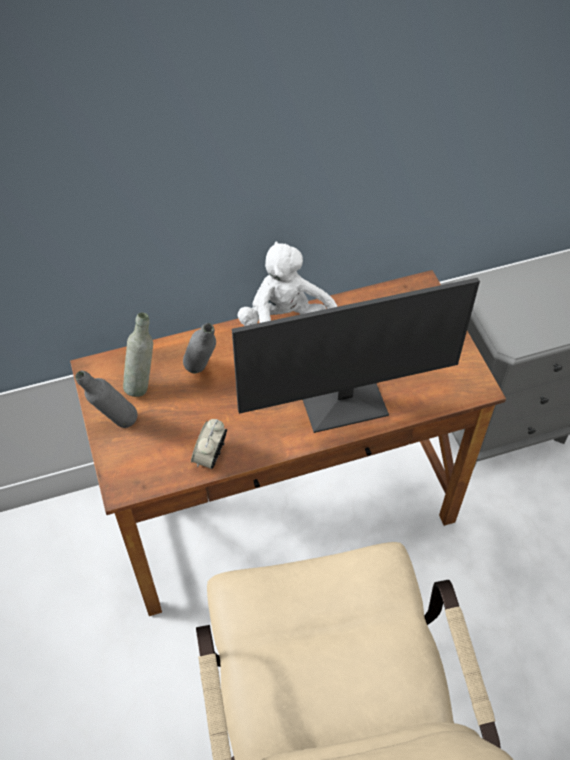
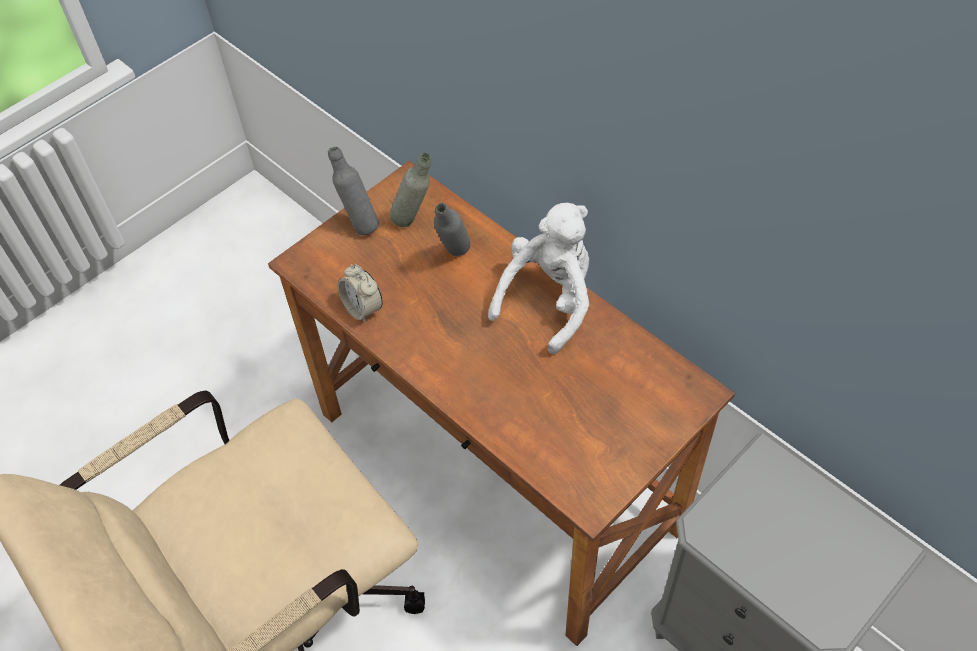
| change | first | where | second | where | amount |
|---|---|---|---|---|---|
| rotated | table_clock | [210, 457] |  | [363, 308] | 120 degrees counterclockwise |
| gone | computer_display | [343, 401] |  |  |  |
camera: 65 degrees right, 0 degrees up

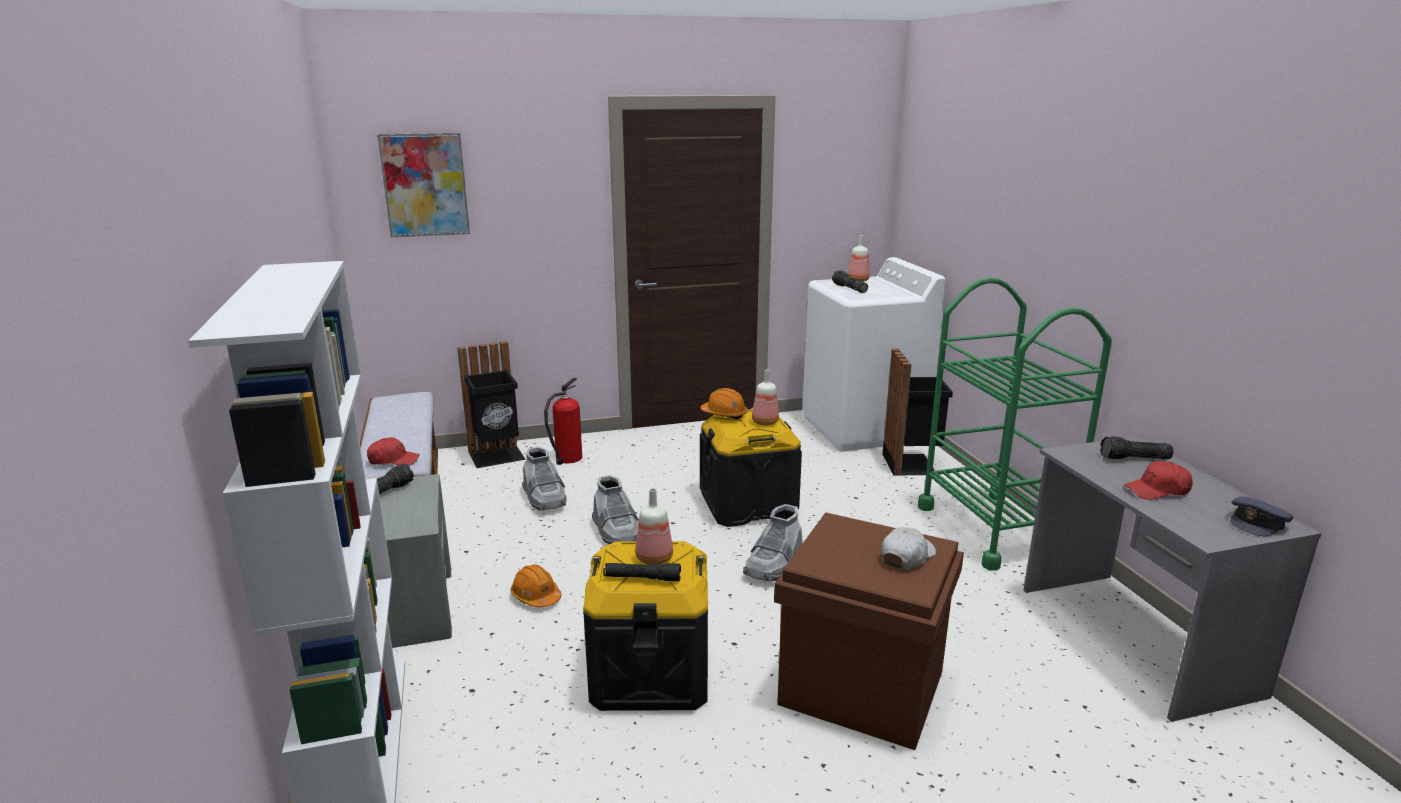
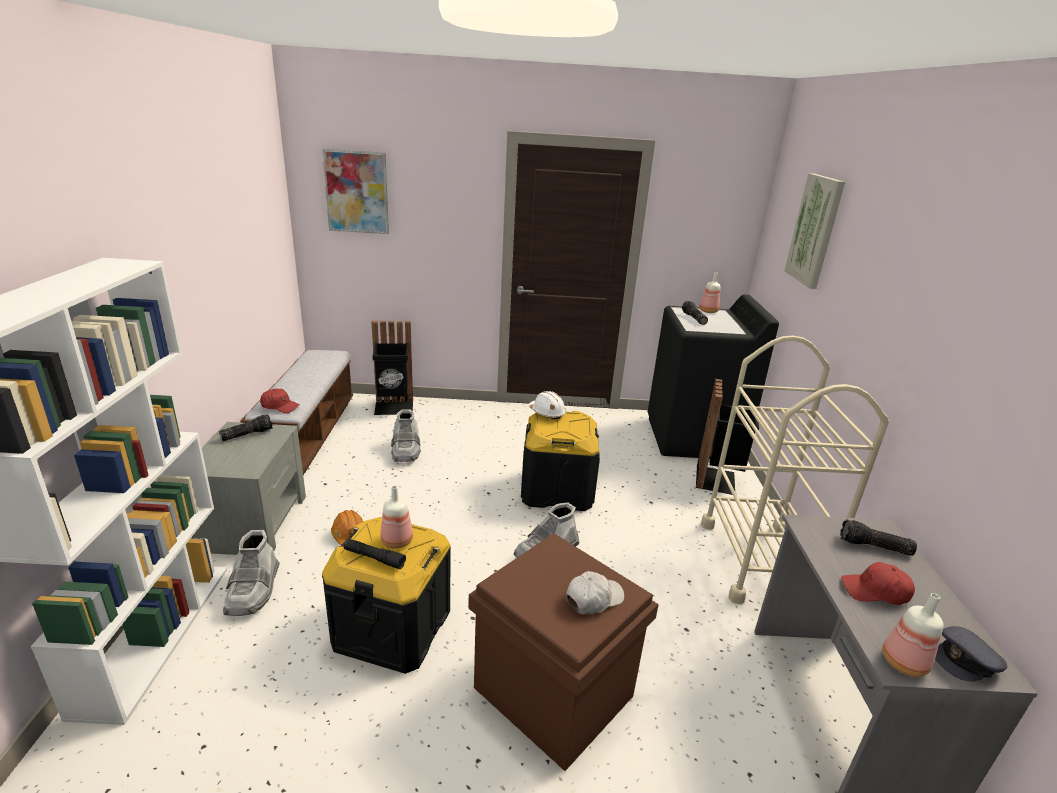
| change | first | where | second | where | amount |
|---|---|---|---|---|---|
| gone | fire_extinguisher | [567, 459] |  |  |  |
| shifted | greyish_high-top_boot | [616, 532] |  | [254, 591] |  |
| repainted | orange-coloured_work_helmet | [724, 414] | whitish_work_helmet | [547, 412] |  |
| shifted | drink_bottle | [764, 422] |  | [902, 663] |  |
| repainted | whitish_laundry_machine | [864, 429] | blackish_laundry_machine | [693, 438] |  |
| repainted | green_cart | [994, 529] | beige_cart | [759, 561] |  |
| new |  |  | wall_picture | [815, 230] |  |
camera: 15 degrees right, 5 degrees up

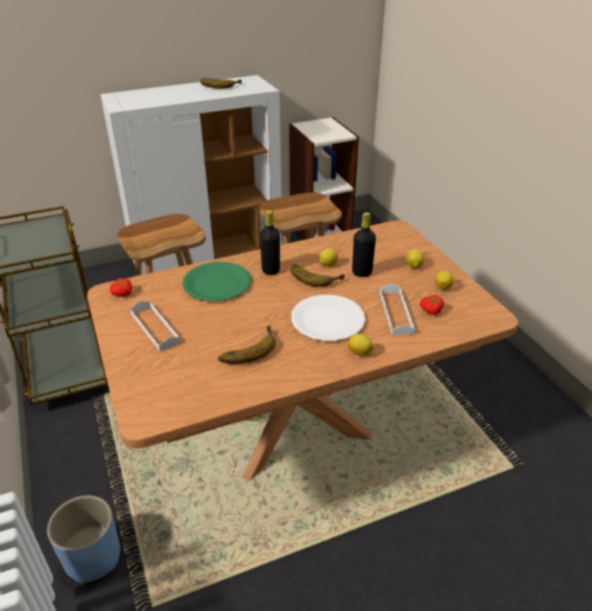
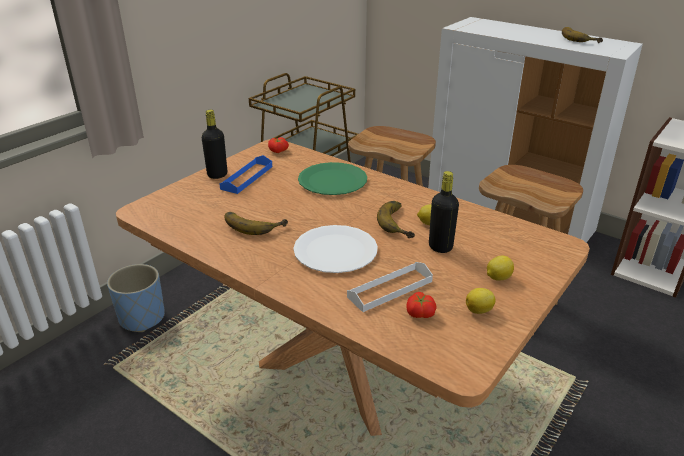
| change | first | where | second | where | amount |
|---|---|---|---|---|---|
| repainted | whitish_serving_tray | [155, 328] | blue-coloured_serving_tray | [247, 177] |  |
| shifted | blackish_drink_bottle | [270, 270] |  | [217, 175] |  |
| gone | whole_lemon | [360, 353] |  |  |  |
camera: 60 degrees right, 5 degrees down

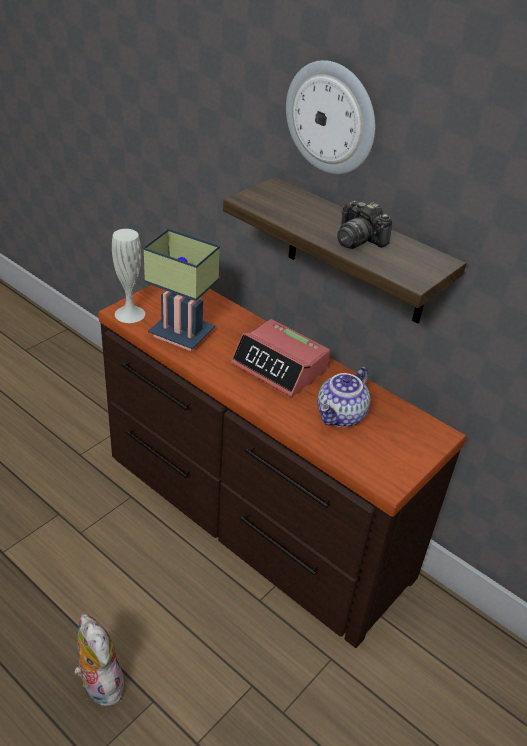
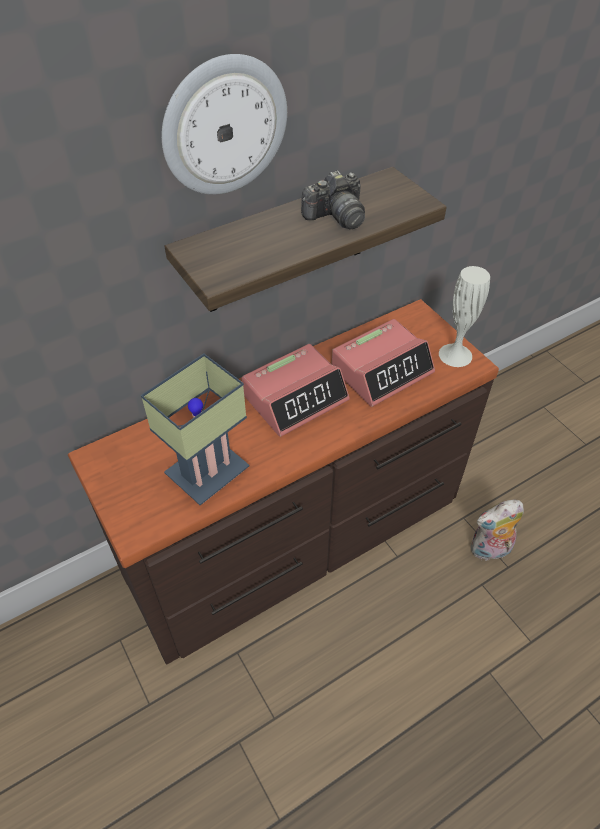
| change | first | where | second | where | amount |
|---|---|---|---|---|---|
| shifted | cuddly_toy | [99, 683] |  | [490, 550] |  |
| shifted | whitish_flower_vase | [130, 314] |  | [455, 355] |  |
| swapped | teapot | [341, 416] | table_clock | [382, 370] |  |
camera: 70 degrees left, 10 degrees up

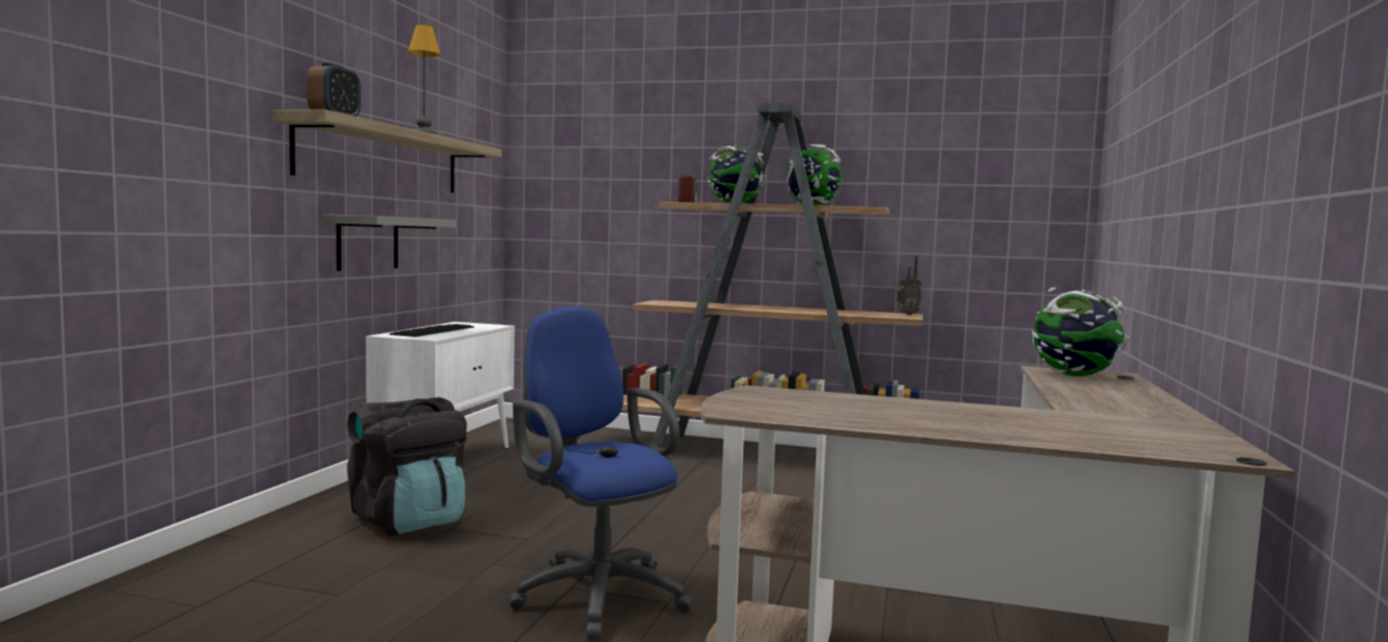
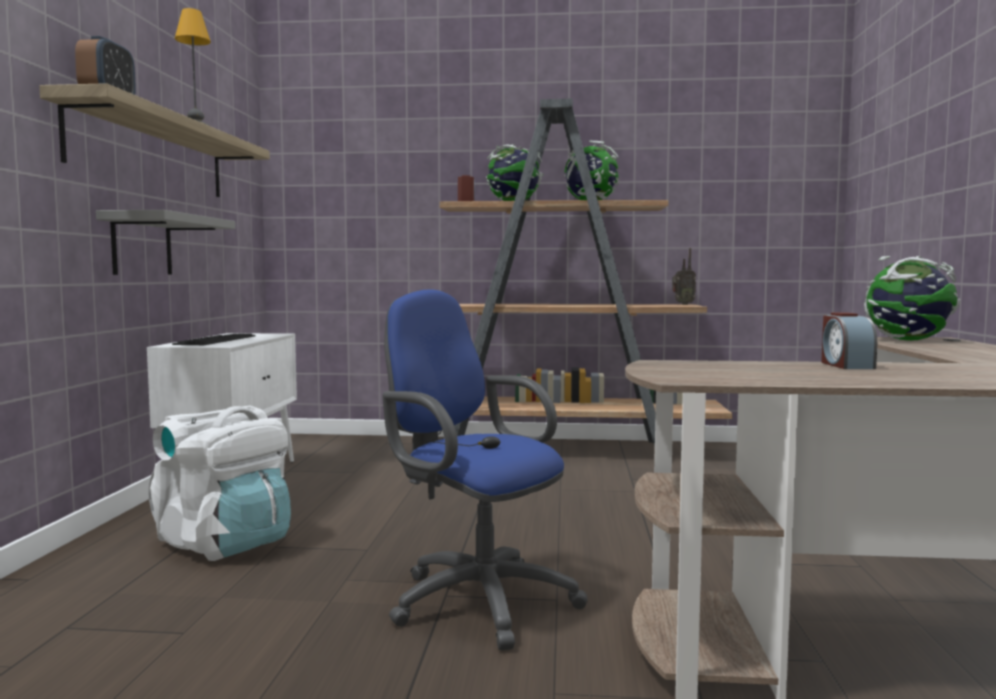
| change | first | where | second | where | amount |
|---|---|---|---|---|---|
| repainted | blackish_rucksack | [408, 521] | whitish_rucksack | [225, 544] |  |
| new |  |  | table_clock | [846, 365] |  |
camera: 10 degrees left, 0 degrees up

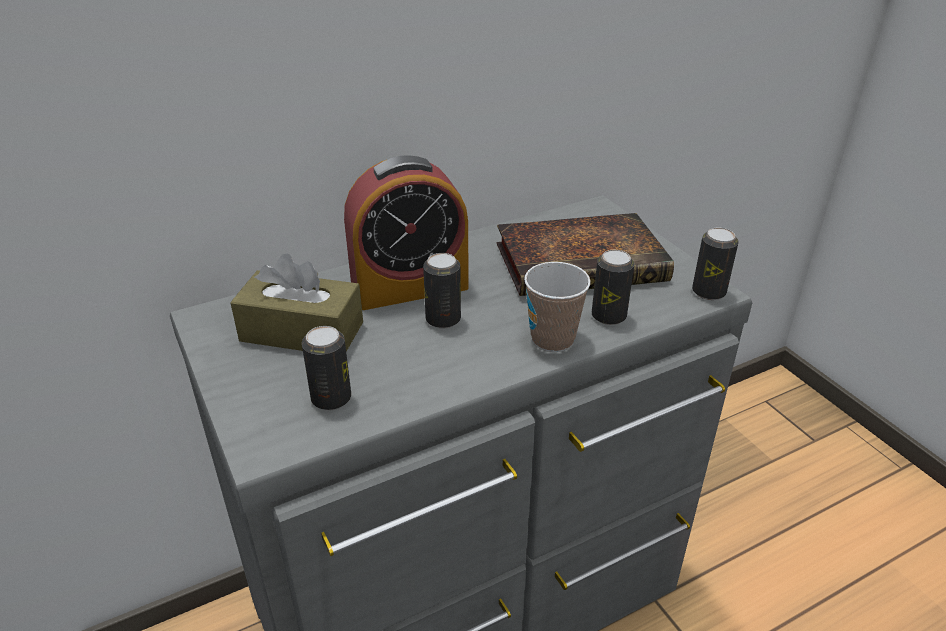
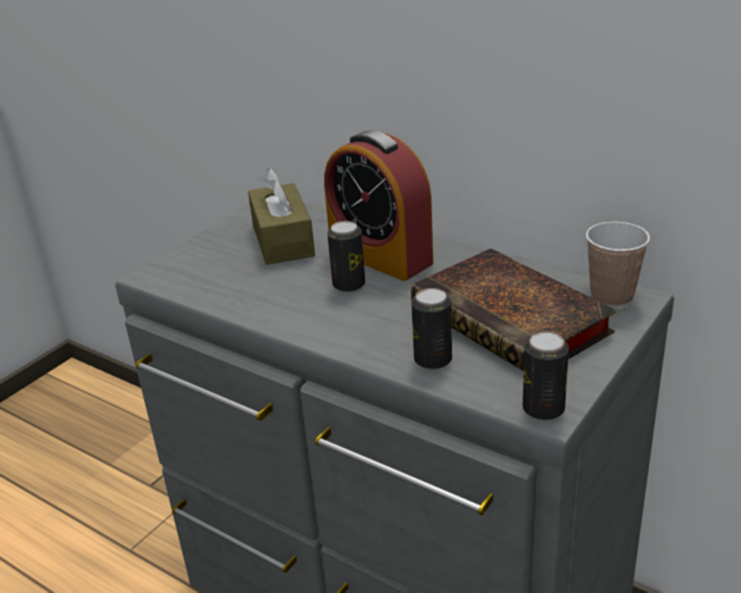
| change | first | where | second | where | amount |
|---|---|---|---|---|---|
| gone | can | [331, 398] |  |  |  |
| shifted | drinking_cup | [552, 339] |  | [612, 296] |  |
camera: 65 degrees right, 5 degrees down

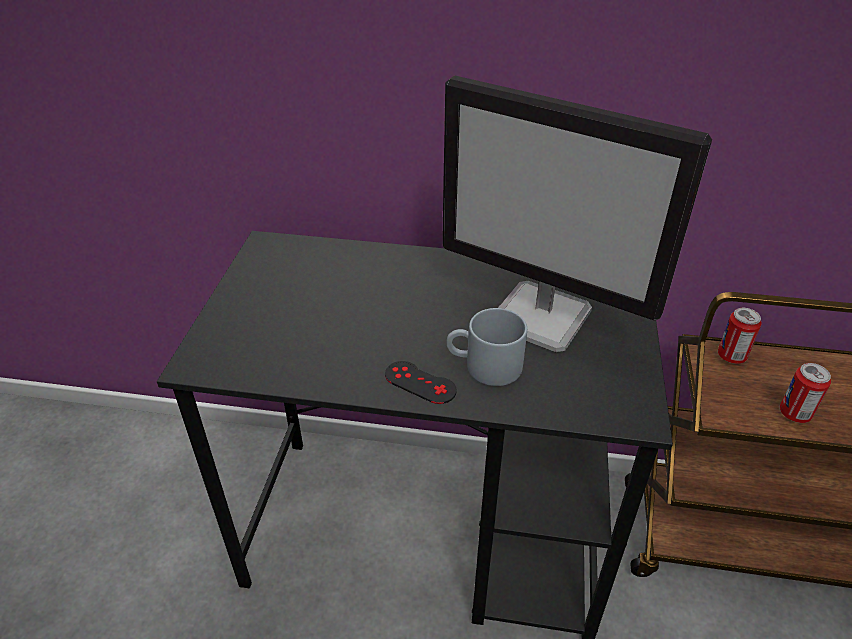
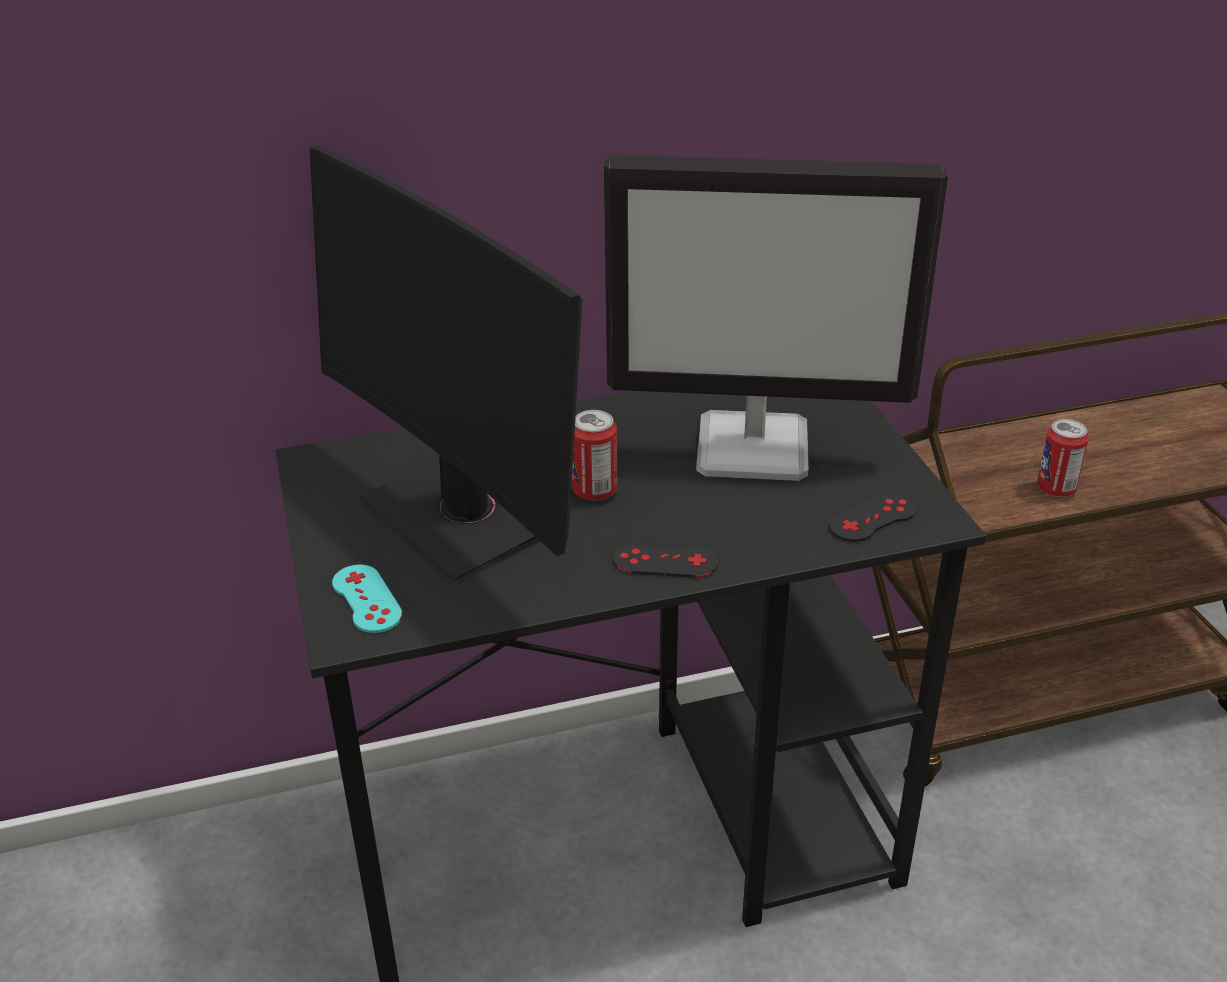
| change | first | where | second | where | amount |
|---|---|---|---|---|---|
| gone | greyish_tea_mug | [484, 366] |  |  |  |
| shifted | can | [731, 356] |  | [595, 491] |  |
| new |  |  | computer_display | [463, 514] |  |
| new |  |  | turquoise-coloured_game_controller | [366, 599] |  |
| new |  |  | blackish_game_controller | [873, 518] |  |
camera: 25 degrees left, 5 degrees down

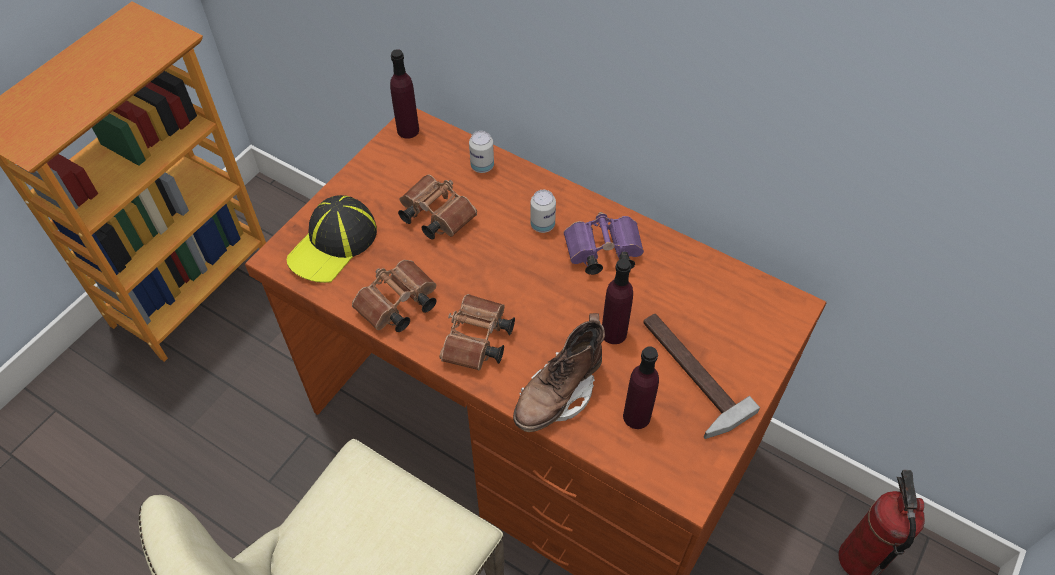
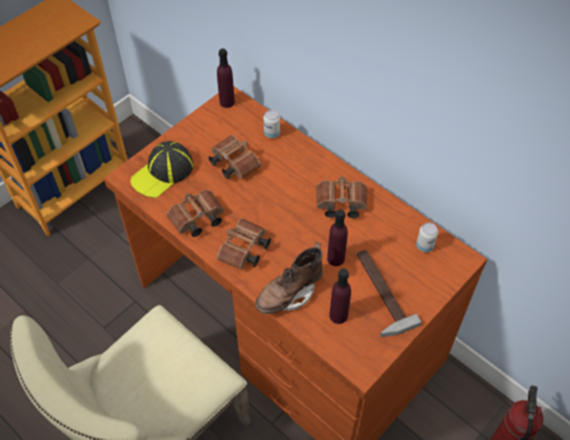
| change | first | where | second | where | amount |
|---|---|---|---|---|---|
| shifted | can | [542, 225] |  | [424, 246] |  |
| repainted | purple_pair_of_binoculars | [601, 253] | brown_pair_of_binoculars | [339, 204] |  |
camera: 10 degrees right, 0 degrees up

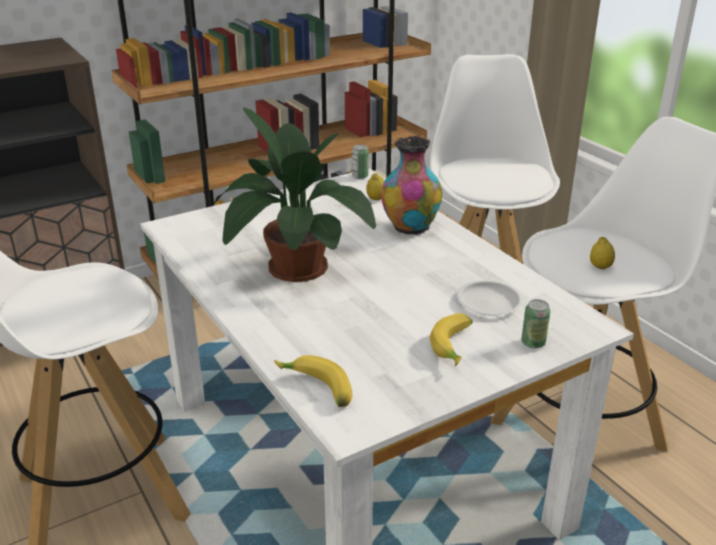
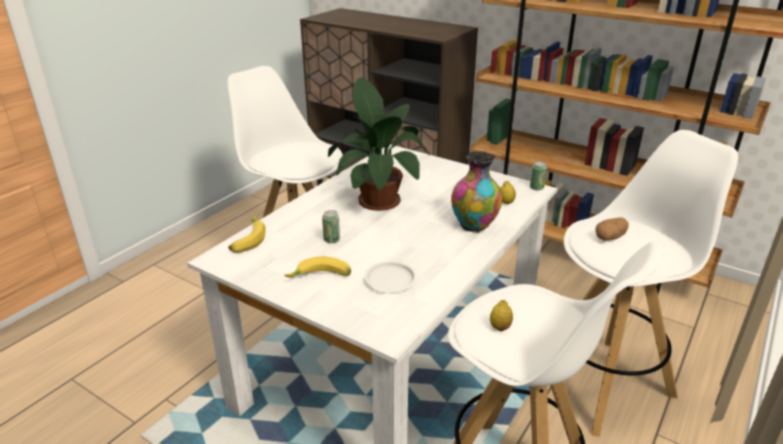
| change | first | where | second | where | amount |
|---|---|---|---|---|---|
| shifted | can | [533, 343] |  | [331, 240] |  |
| new |  |  | spud | [610, 237] |  |
camera: 65 degrees right, 0 degrees up

